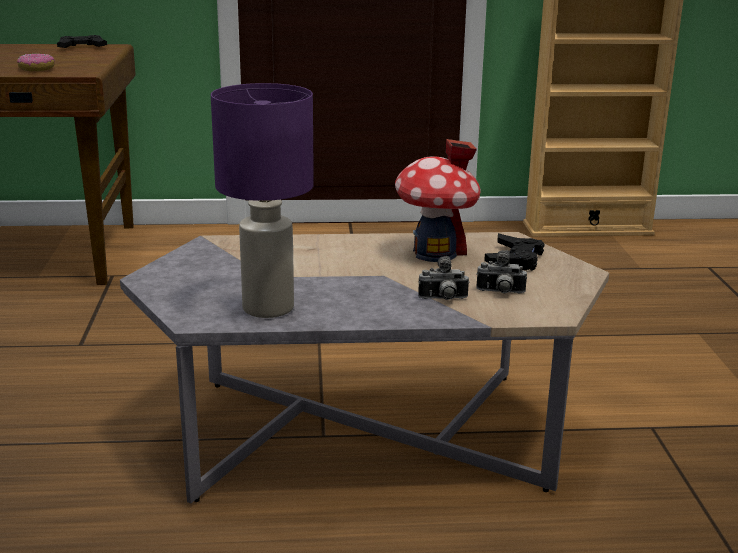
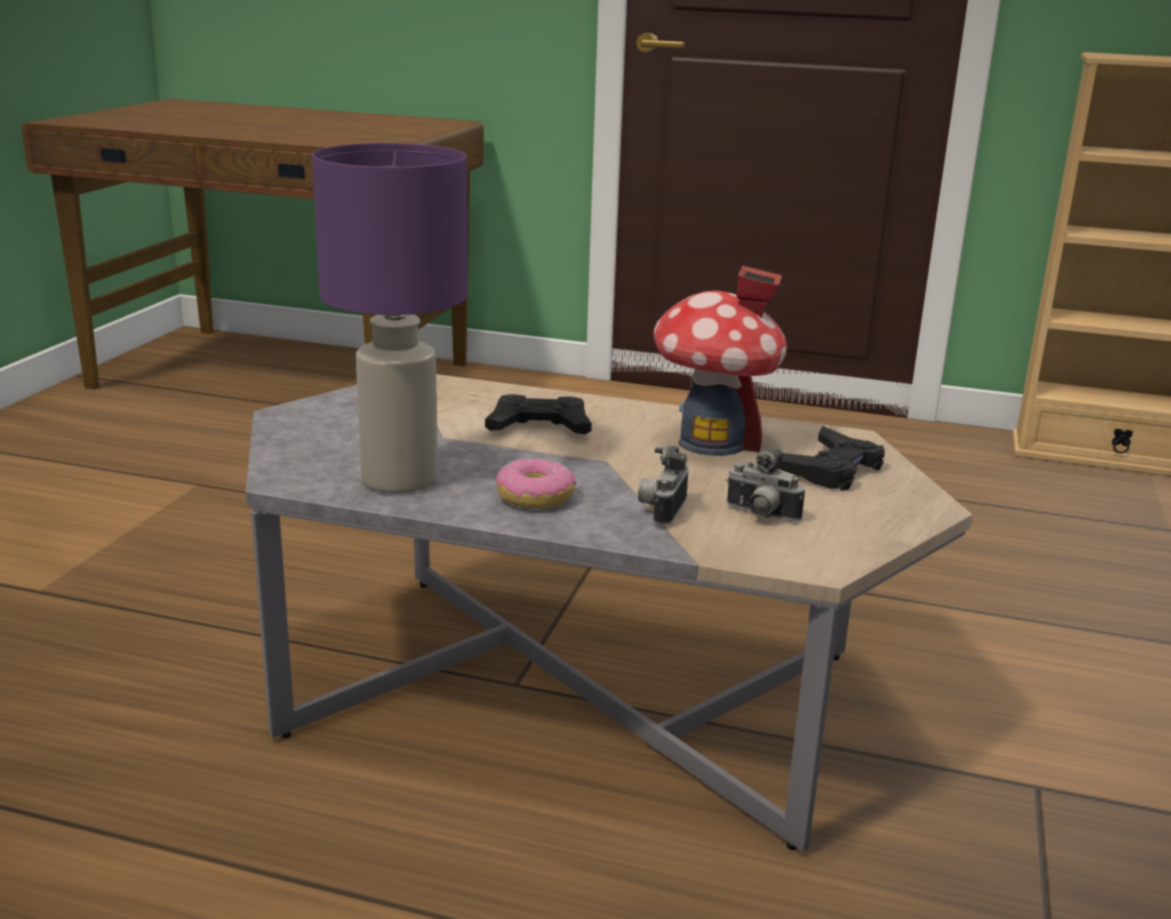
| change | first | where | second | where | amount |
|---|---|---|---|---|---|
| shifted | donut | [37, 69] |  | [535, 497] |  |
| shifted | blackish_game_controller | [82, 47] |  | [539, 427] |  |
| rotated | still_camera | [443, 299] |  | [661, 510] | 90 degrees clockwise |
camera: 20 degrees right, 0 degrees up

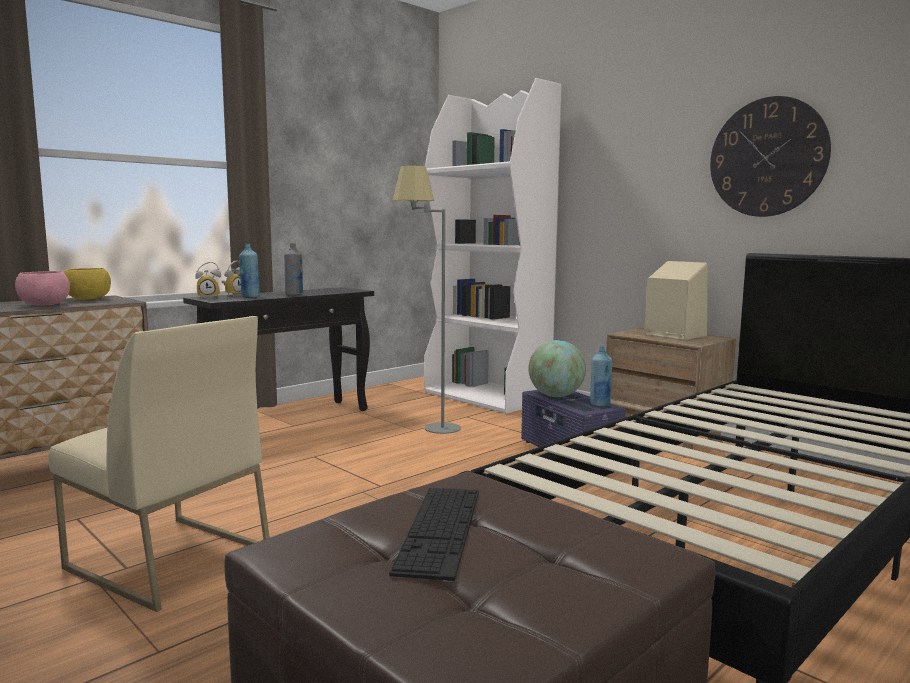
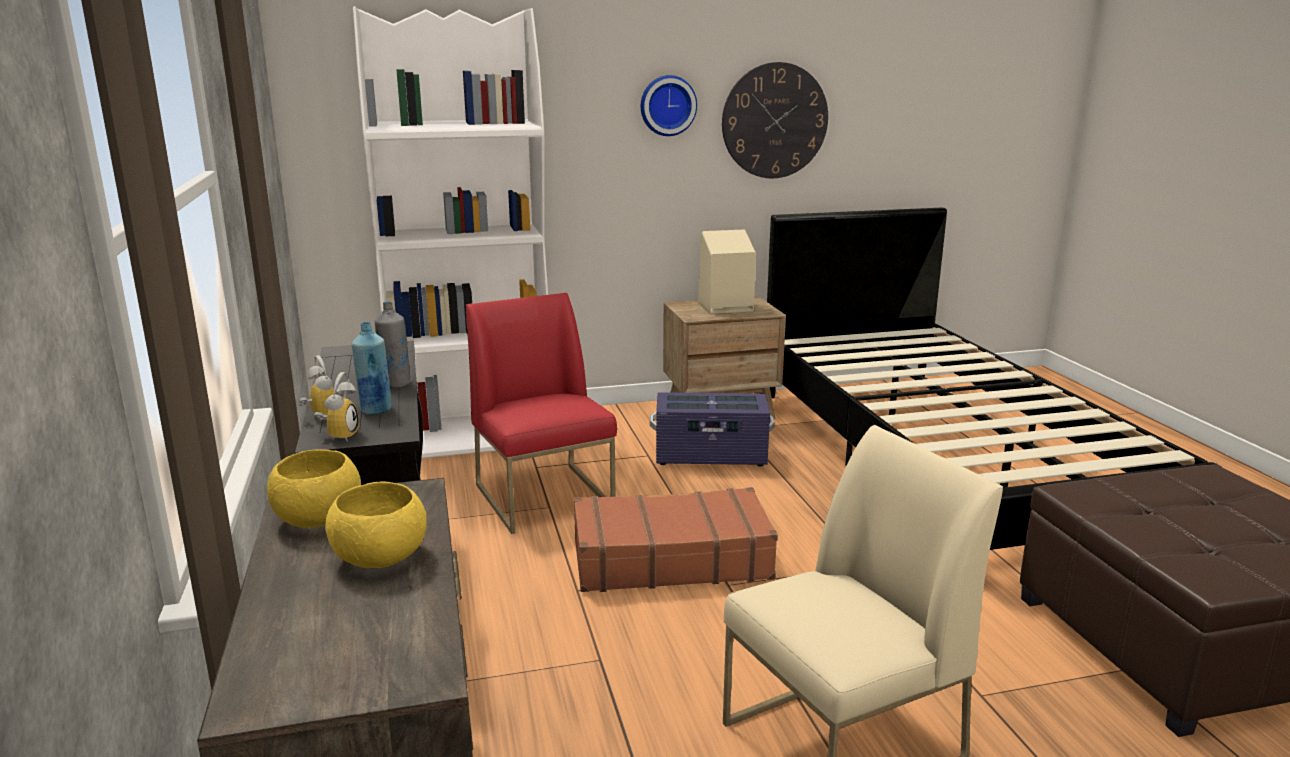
| change | first | where | second | where | amount |
|---|---|---|---|---|---|
| repainted | pink_deep_dish | [45, 305] | yellow_deep_dish | [380, 557] |  |
| gone | PC_keyboard | [440, 529] |  |  |  |
| swapped | greyish_standing_lamp | [426, 426] | red-coloured_plain_chair | [545, 497] |  |
| gone | world_globe | [556, 396] |  |  |  |
| gone | blue-coloured_drink_bottle | [599, 404] |  |  |  |
| new |  |  | brown_travel_case | [670, 558] |  |
| new |  |  | hanging_clock | [667, 105] |  |
camera: 60 degrees left, 10 degrees up

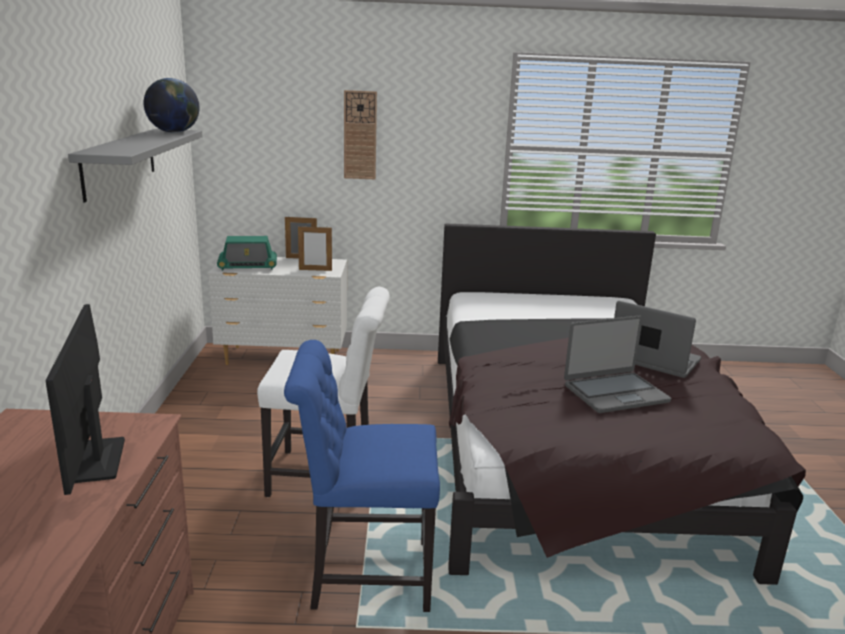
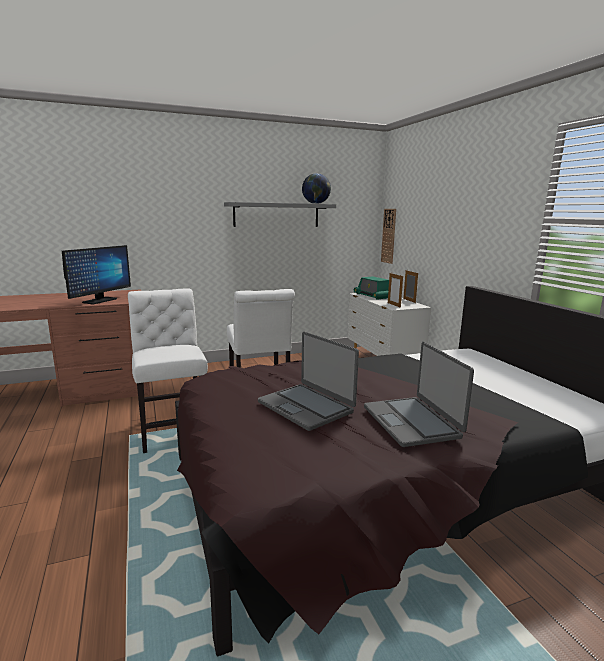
| change | first | where | second | where | amount |
|---|---|---|---|---|---|
| rotated | computer_display | [99, 459] |  | [99, 301] | 150 degrees clockwise |
| repainted | blue-coloured_plain_chair | [364, 574] | whitish_plain_chair | [173, 429] |  |
| shifted | hanging_clock | [360, 135] |  | [389, 236] |  |
| rotated | notebook_computer | [654, 360] |  | [412, 422] | 150 degrees clockwise |
camera: 70 degrees right, 5 degrees down

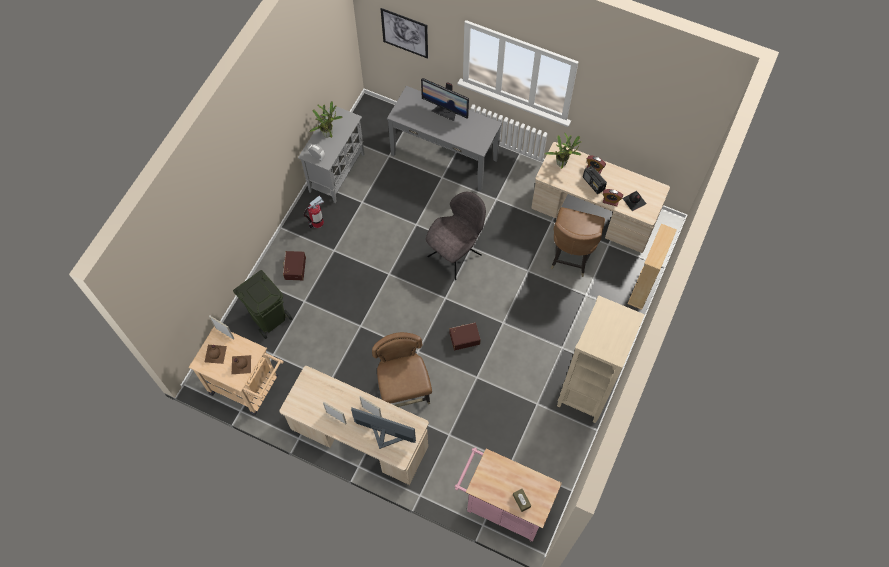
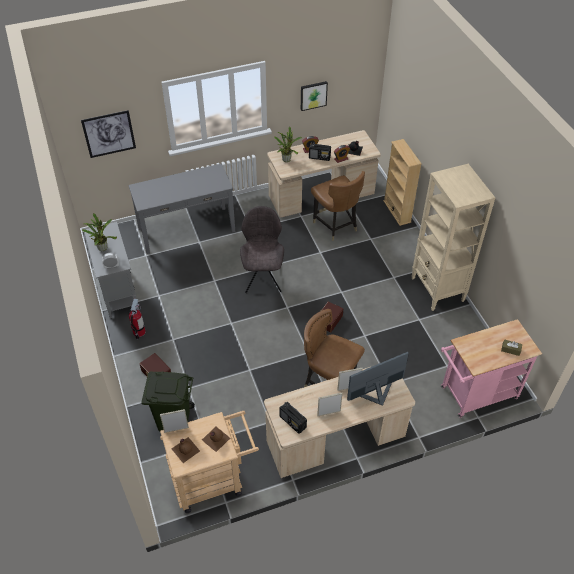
| change | first | where | second | where | amount |
|---|---|---|---|---|---|
| gone | computer_display | [445, 111] |  |  |  |
| new |  |  | radio | [293, 422] |  |
| new |  |  | wall_picture | [313, 95] |  |
camera: 45 degrees left, 15 degrees down

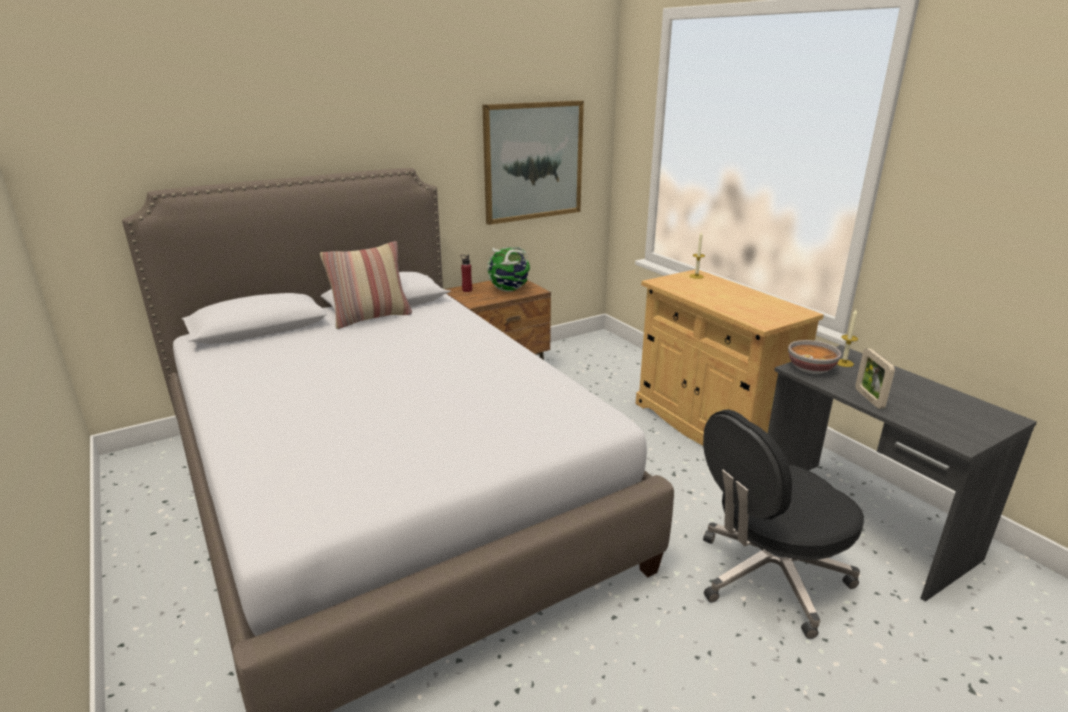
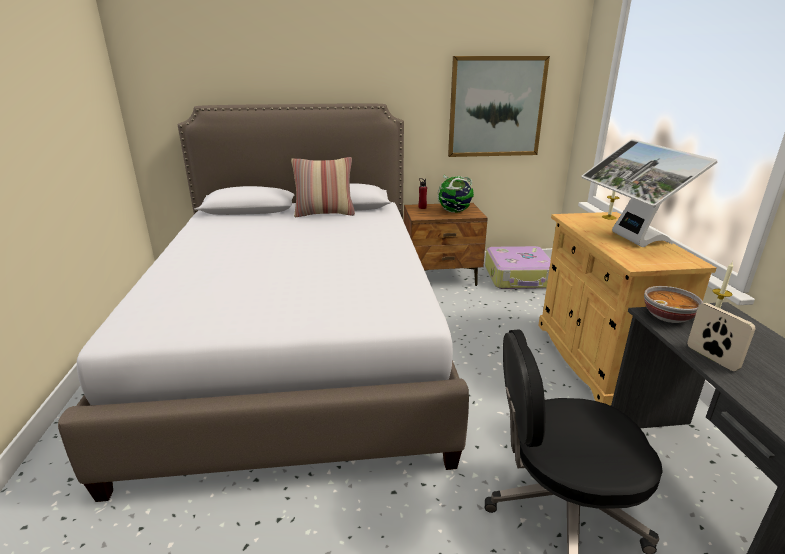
| change | first | where | second | where | amount |
|---|---|---|---|---|---|
| rotated | standing_frame | [869, 398] |  | [711, 358] | 135 degrees clockwise |
| new |  |  | travel_case | [519, 277] |  |
| new |  |  | computer_display | [629, 239] |  |
camera: 25 degrees right, 0 degrees up

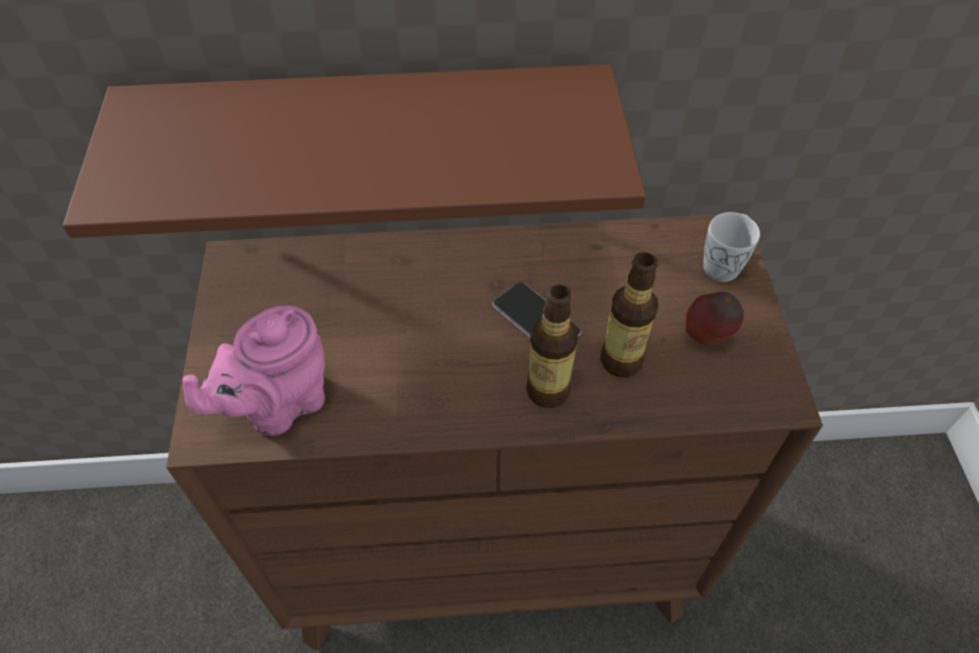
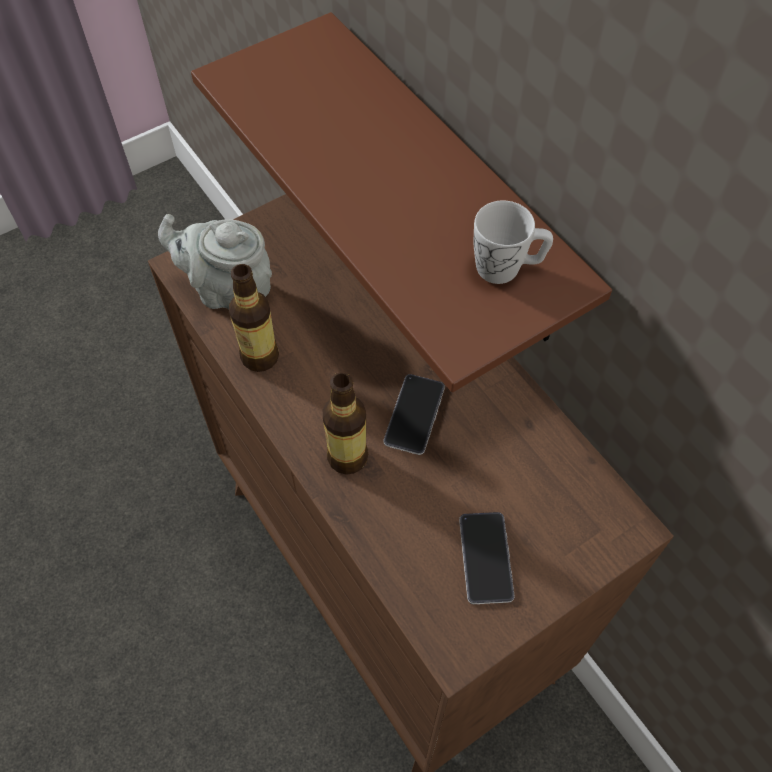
| change | first | where | second | where | amount |
|---|---|---|---|---|---|
| repainted | pink_teapot | [279, 405] | greyish_teapot | [229, 292] |  |
| shifted | drink_bottle | [621, 361] |  | [260, 357] |  |
| swapped | whole_apple | [706, 336] | handset | [486, 558] |  |
| shifted | whitish_tea_mug | [724, 263] |  | [507, 268] |  |
camera: 60 degrees right, 5 degrees up

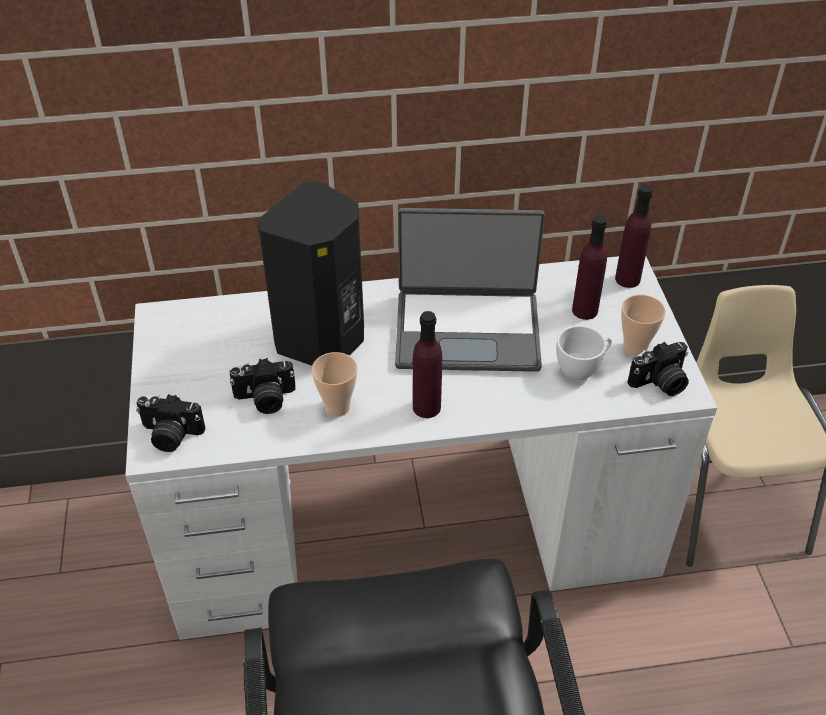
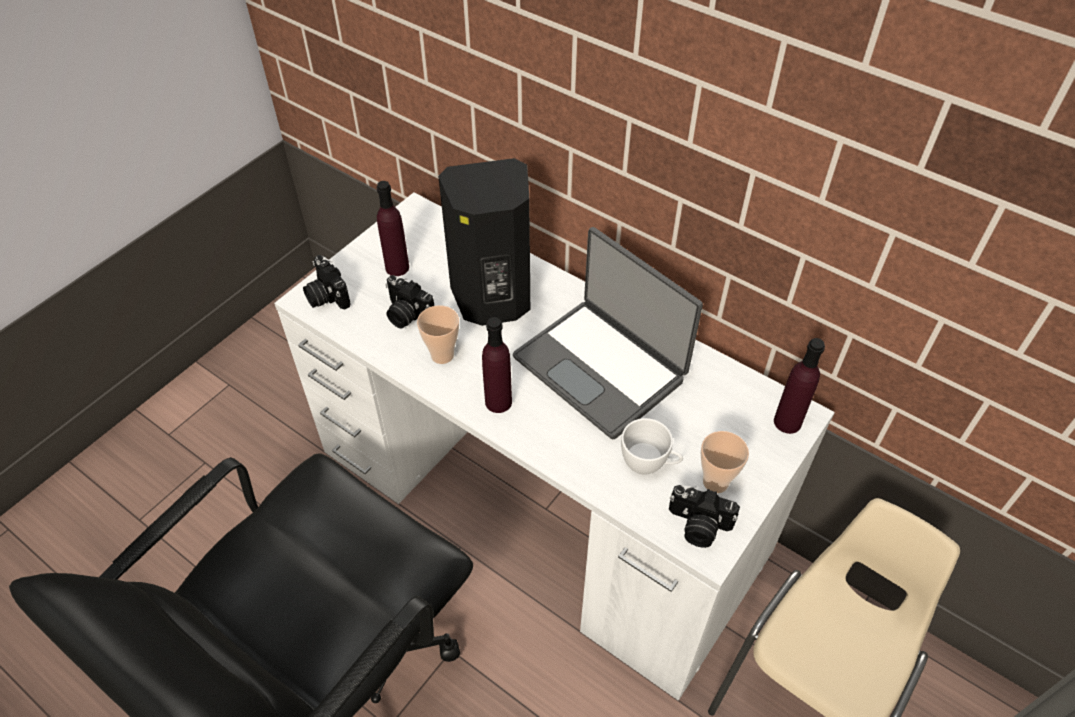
| change | first | where | second | where | amount |
|---|---|---|---|---|---|
| shifted | purple_drink_bottle | [585, 310] |  | [397, 267] |  |
camera: 45 degrees right, 5 degrees up

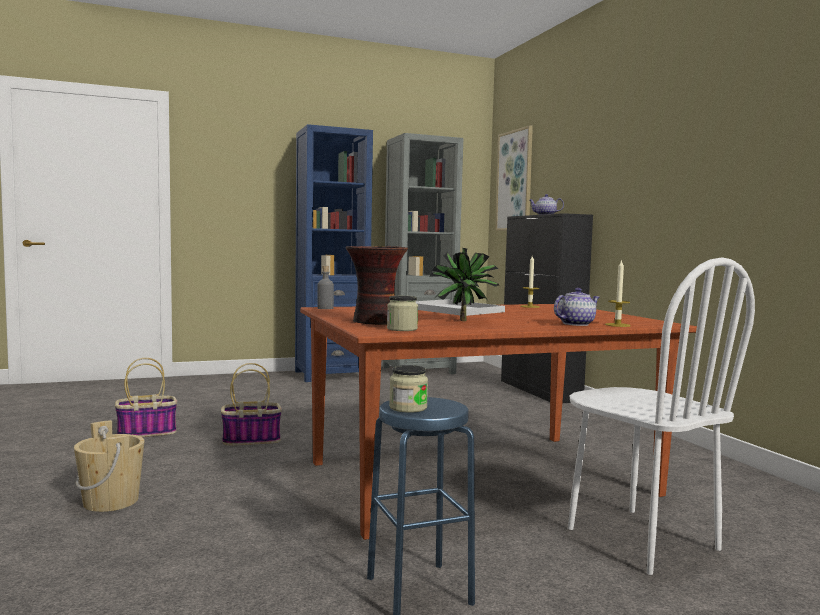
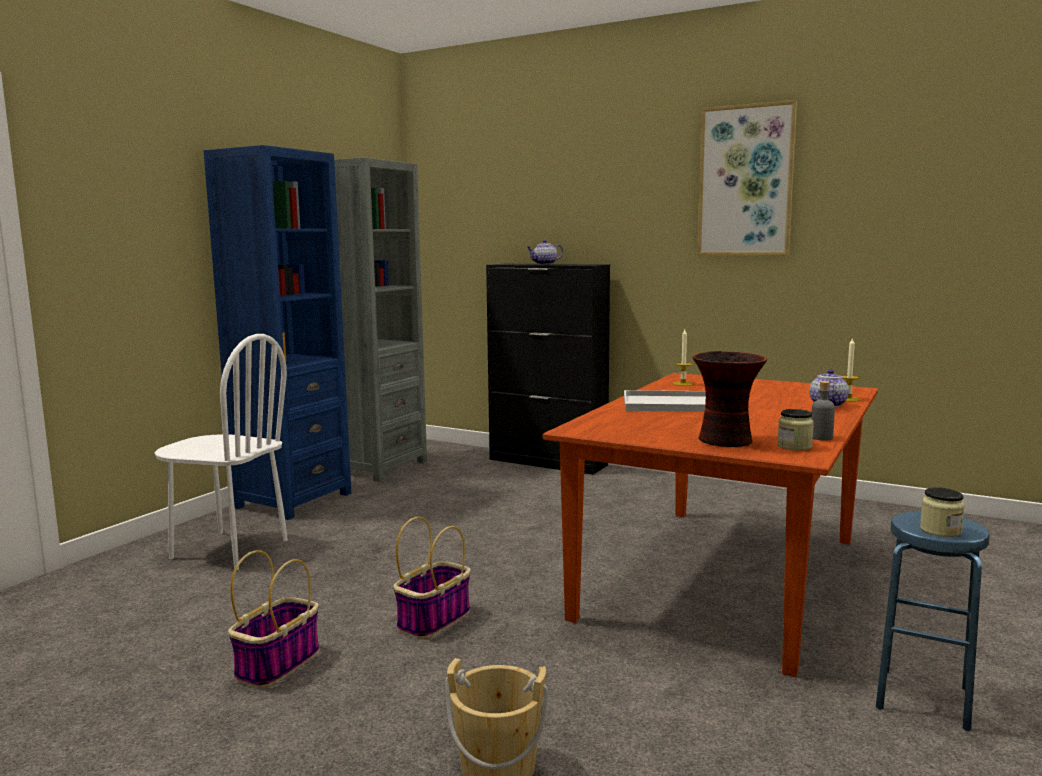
| change | first | where | second | where | amount |
|---|---|---|---|---|---|
| shifted | greyish_drink_bottle | [325, 308] |  | [821, 437] |  |
| gone | potted_plant | [464, 321] |  |  |  |
| shifted | wall_picture | [515, 181] |  | [746, 181] |  |
| shifted | whitish_plain_chair | [641, 539] |  | [229, 549] |  |
camera: 40 degrees left, 5 degrees up

